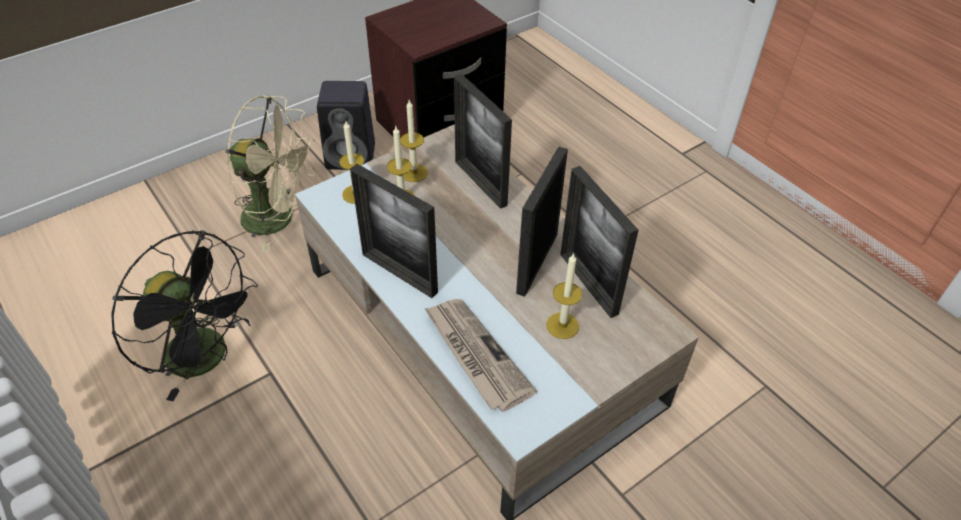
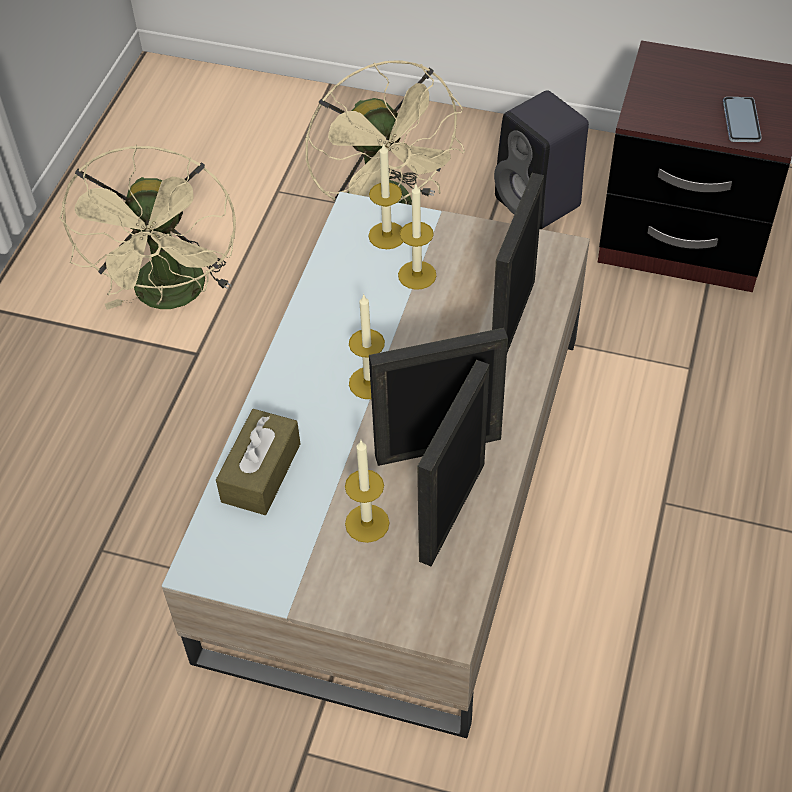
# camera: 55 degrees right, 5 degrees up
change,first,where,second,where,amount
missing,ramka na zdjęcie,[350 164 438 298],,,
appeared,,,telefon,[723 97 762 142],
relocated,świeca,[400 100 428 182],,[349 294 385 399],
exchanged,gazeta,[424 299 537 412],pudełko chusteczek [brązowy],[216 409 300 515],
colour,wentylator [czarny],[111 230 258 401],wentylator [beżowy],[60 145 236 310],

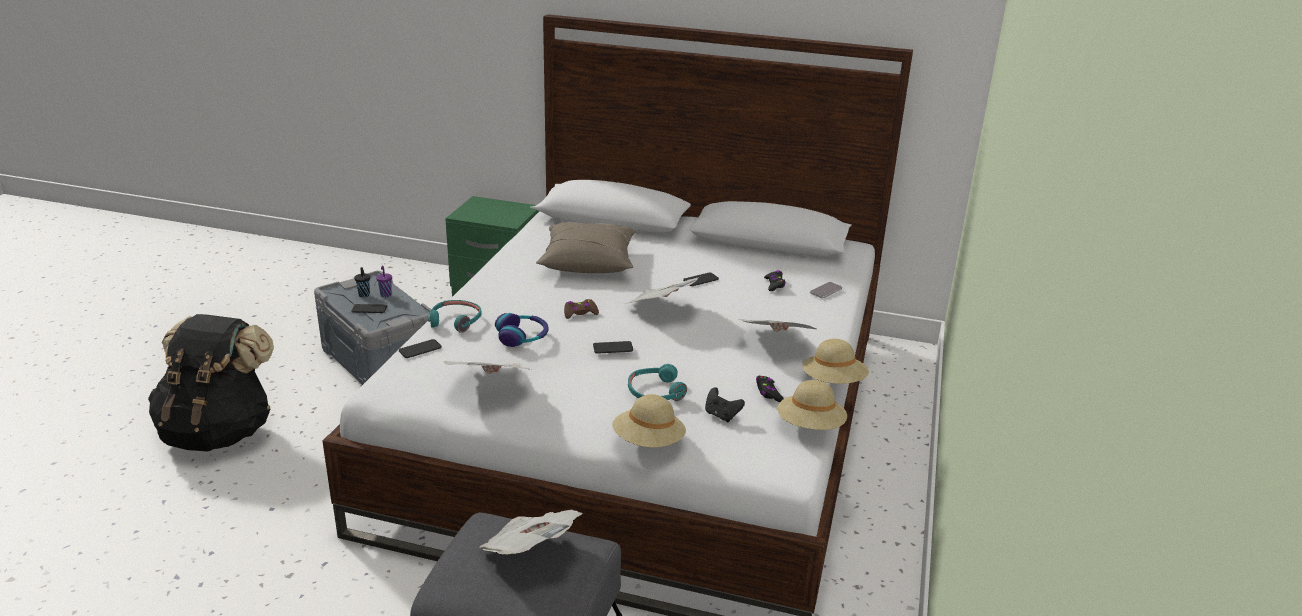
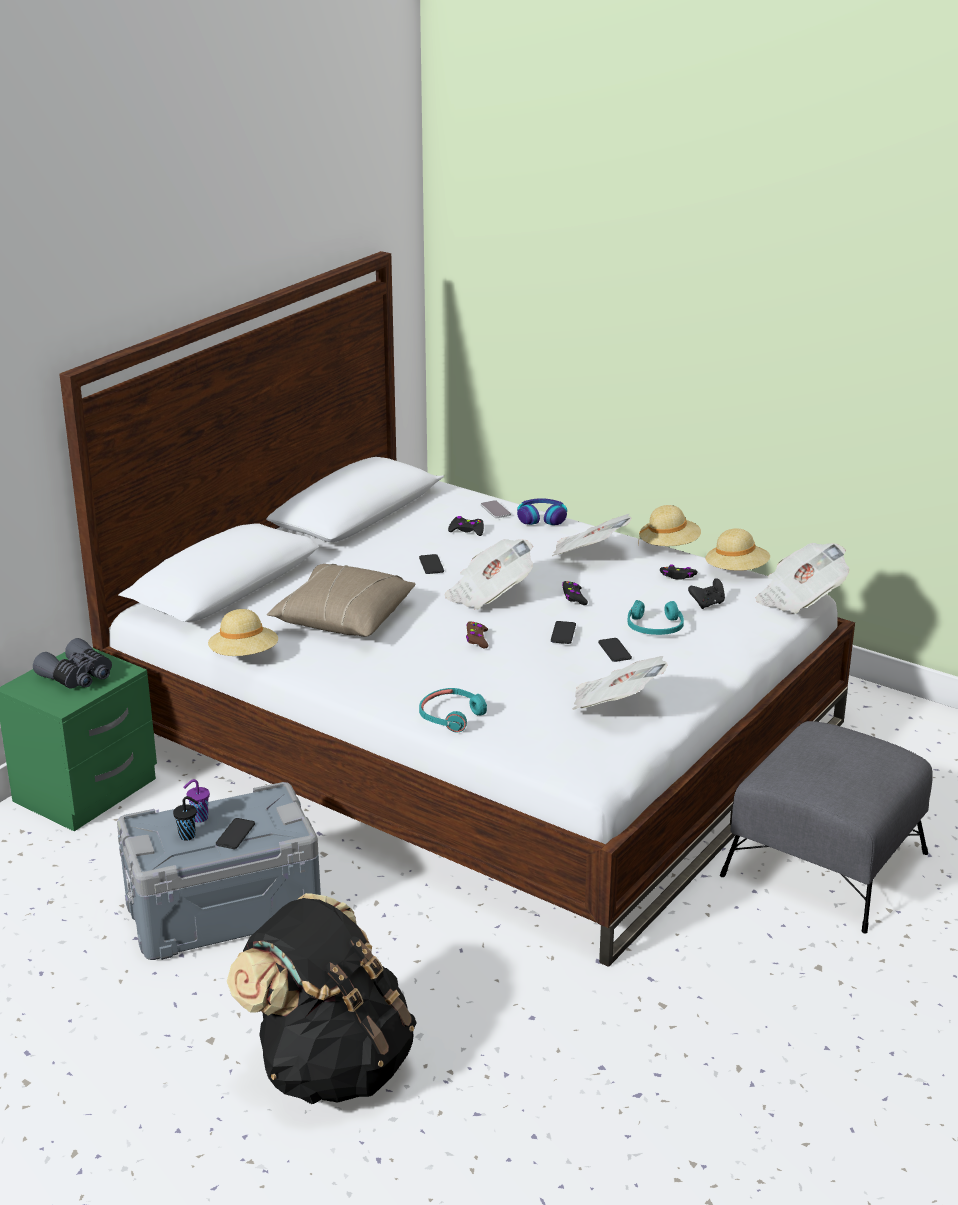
# camera: 70 degrees left, 0 degrees up
change,first,where,second,where,amount
appeared,,,lornetka [szary],[33 638 112 689],
appeared,,,pad do gier [czarny],[562 581 588 605],
relocated,telefon,[399 339 442 358],,[598 638 632 662],
relocated,gazeta,[480 510 582 554],,[756 543 849 614],
relocated,słuchawki,[495 313 549 347],,[517 498 567 525],
relocated,kapelusz [beżowy],[612 394 686 448],,[208 609 278 656],

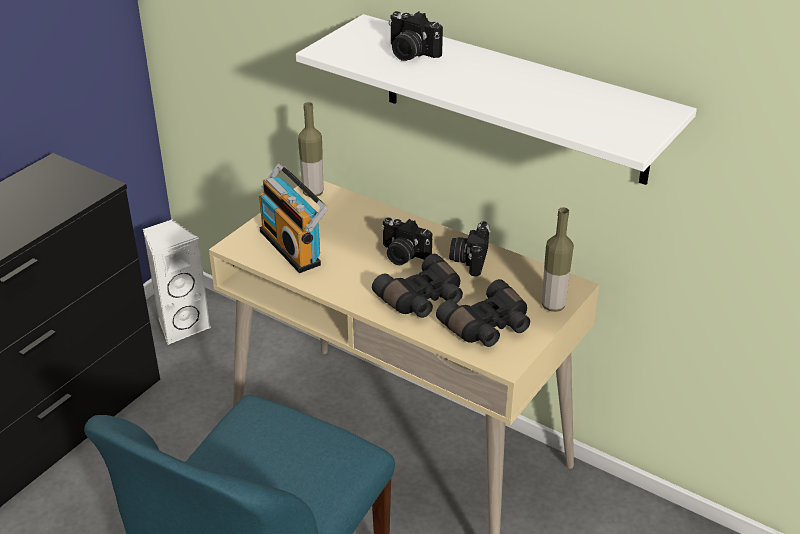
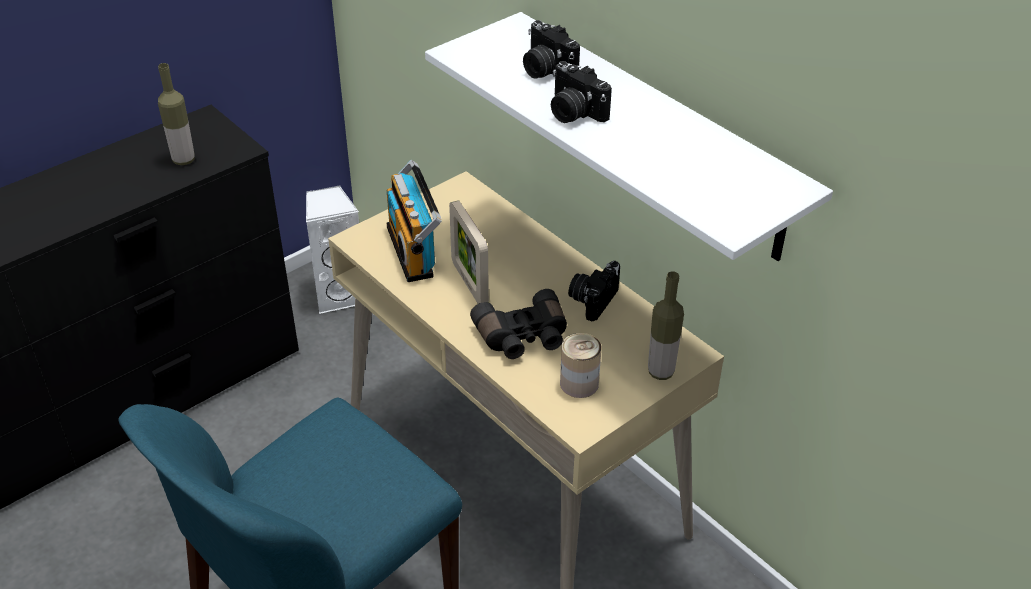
# camera: 15 degrees right, 5 degrees up
change,first,where,second,where,amount
appeared,,,ramka na zdjęcie,[449 200 489 304],
relocated,butelka,[298 102 324 197],,[158 63 195 165],
relocated,aparat fotograficzny,[381 217 432 265],,[551 61 612 123],
exchanged,lornetka [czarny],[436 279 530 347],puszka,[560 333 602 398],

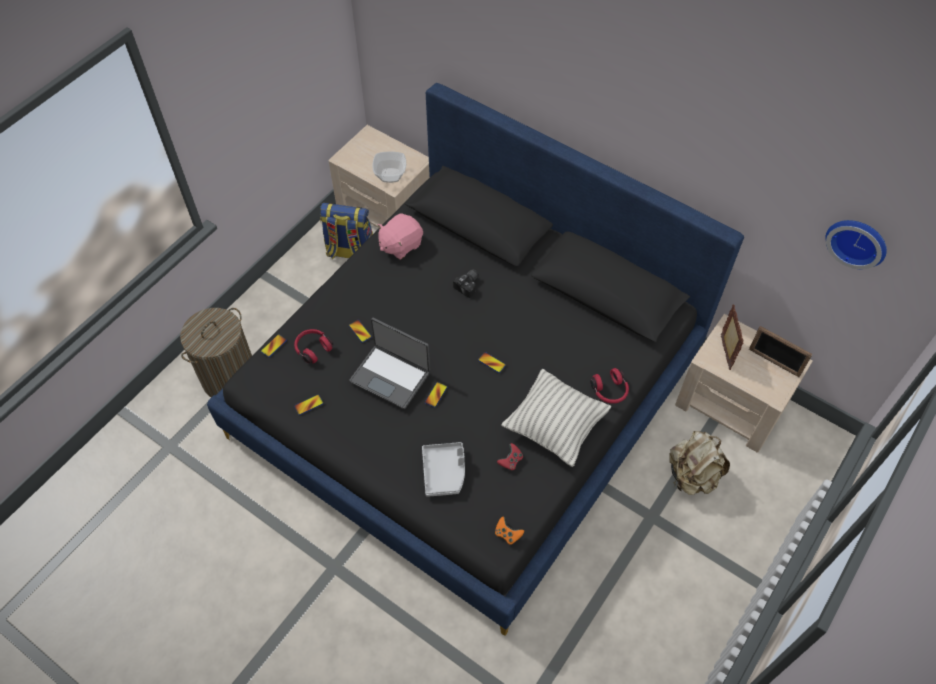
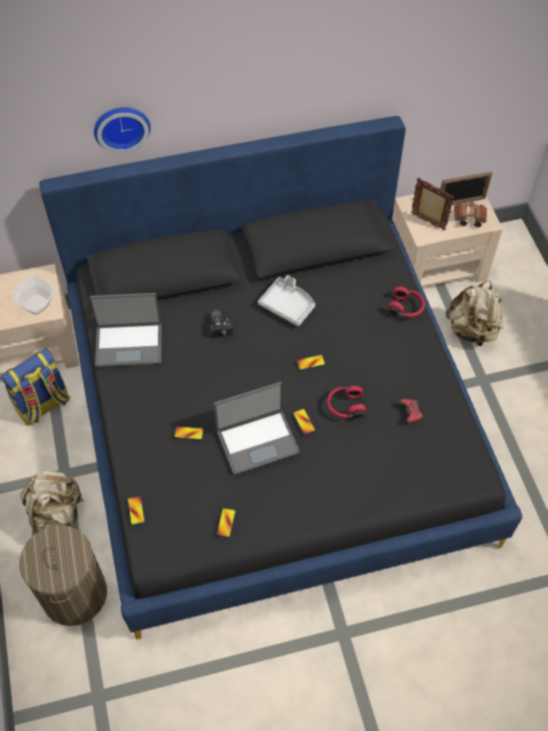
# camera: 50 degrees left, 0 degrees up
change,first,where,second,where,amount
missing,pad do gier [pomarańczowy],[495 516 524 545],,,
missing,poduszka,[501 369 611 467],,,
appeared,,,plecak [beżowy],[20 471 84 536],
appeared,,,lornetka [brązowy],[454 201 487 228],
relocated,słuchawki [czerwony],[294 329 333 364],,[327 384 366 419],
relocated,taca [szary],[422 442 465 497],,[258 275 315 326],
relocated,zegar ścienny,[825 220 887 269],,[94 107 151 153],
exchanged,pluszak [różowy],[378 214 423 260],laptop,[89 293 162 367],

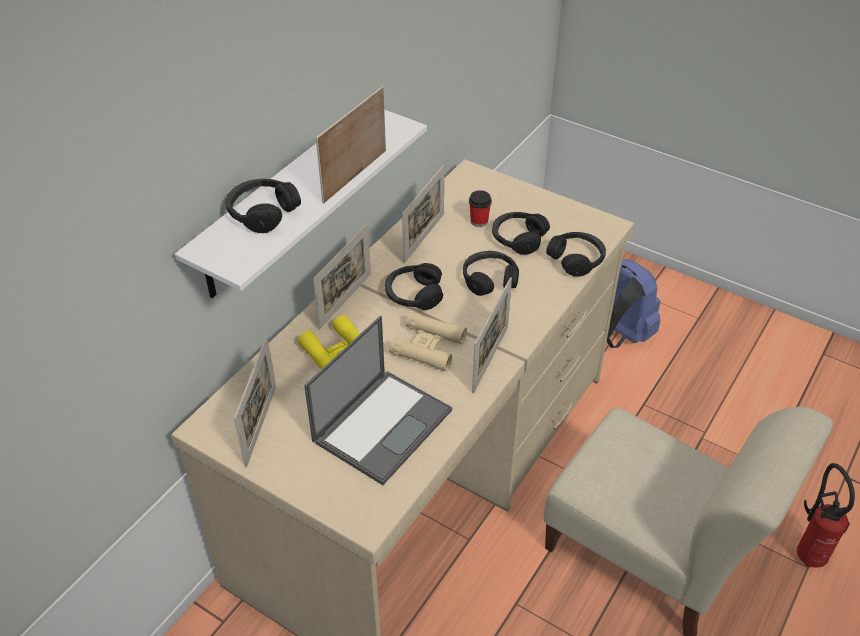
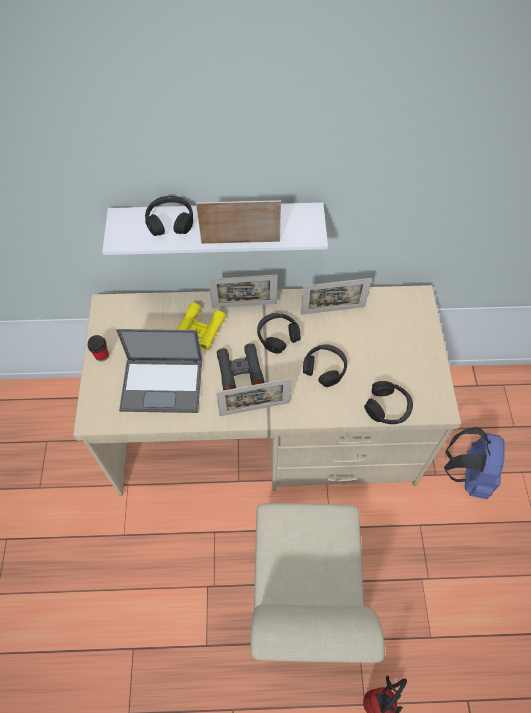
# camera: 55 degrees right, 15 degrees up
change,first,where,second,where,amount
missing,ramka na zdjęcie,[234 337 276 467],,,
missing,słuchawki [czarny],[492 212 550 255],,,
relocated,filiżanka,[469 190 492 227],,[87 335 109 362],
colour,lornetka [beżowy],[389 312 467 372],lornetka [czarny],[217 343 265 390],

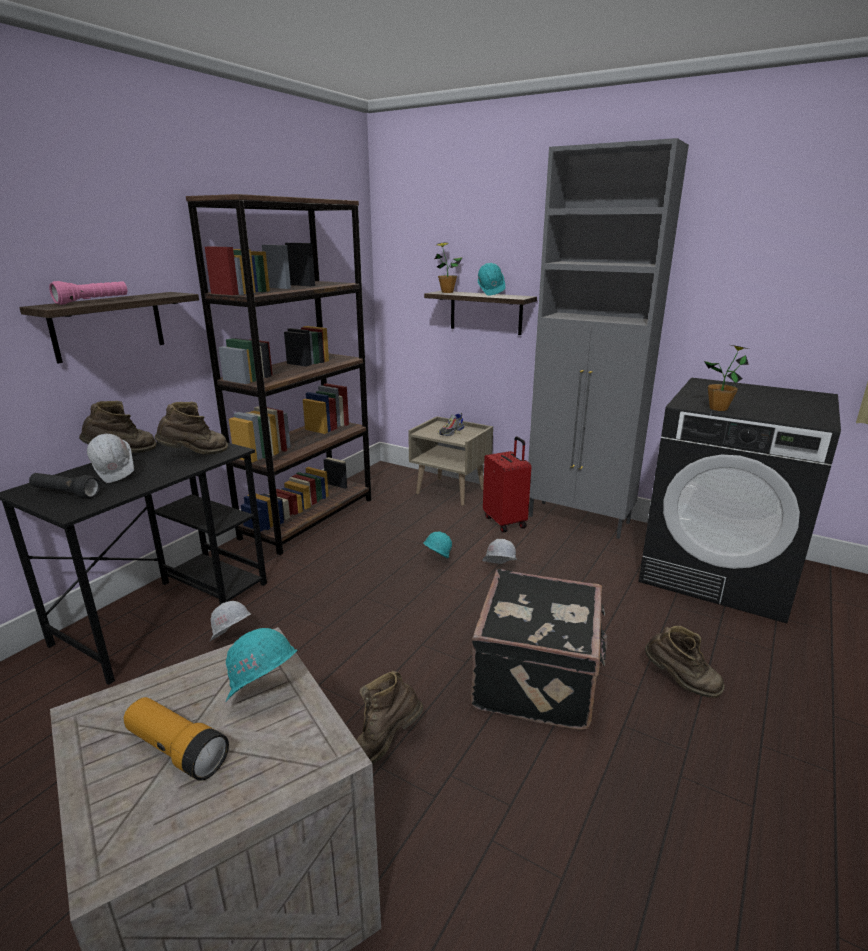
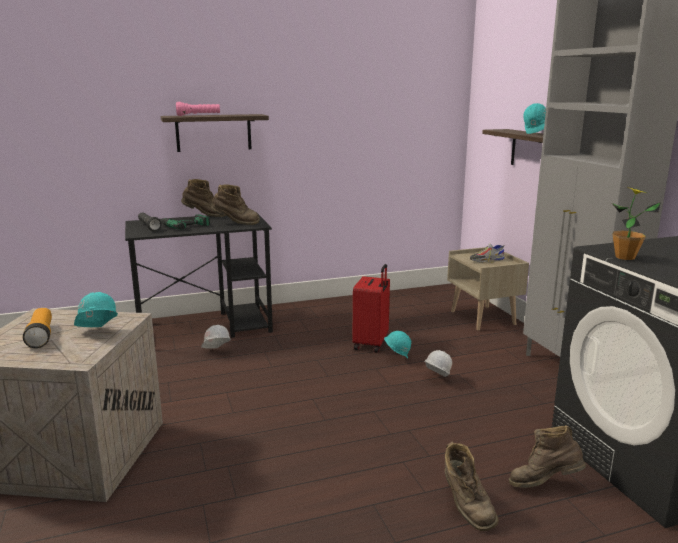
# camera: 40 degrees right, 5 degrees down
change,first,where,second,where,amount
missing,regał [brązowy],[186 194 371 555],,,
missing,roślina doniczkowa,[435 242 463 293],,,
missing,walizka [czarny],[470 569 607 730],,,
relocated,but z cholewką [brązowy],[356 671 423 765],,[509 425 586 488],
relocated,walizka [czerwony],[483 437 531 532],,[352 264 390 353],
exchanged,kask [biały],[87 434 134 483],wiertarka,[161 214 210 230],

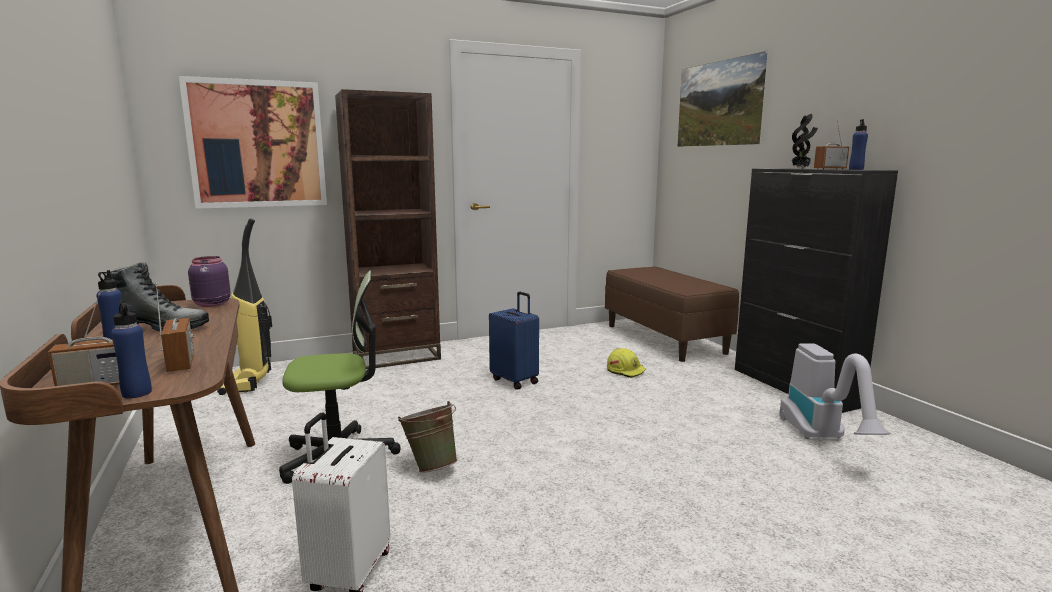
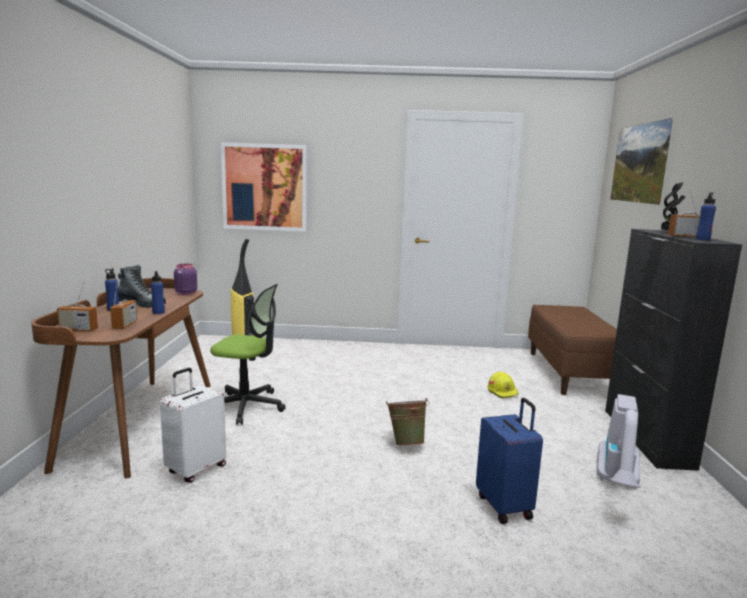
# camera: 25 degrees right, 0 degrees up
change,first,where,second,where,amount
missing,regał [brązowy],[335 89 441 369],,,
relocated,butelka [niebieski],[111 301 152 399],,[151 271 165 314],
relocated,wiadro [zielony],[398 401 458 473],,[386 398 429 446],
relocated,walizka [niebieski],[489 292 539 390],,[476 398 543 524],

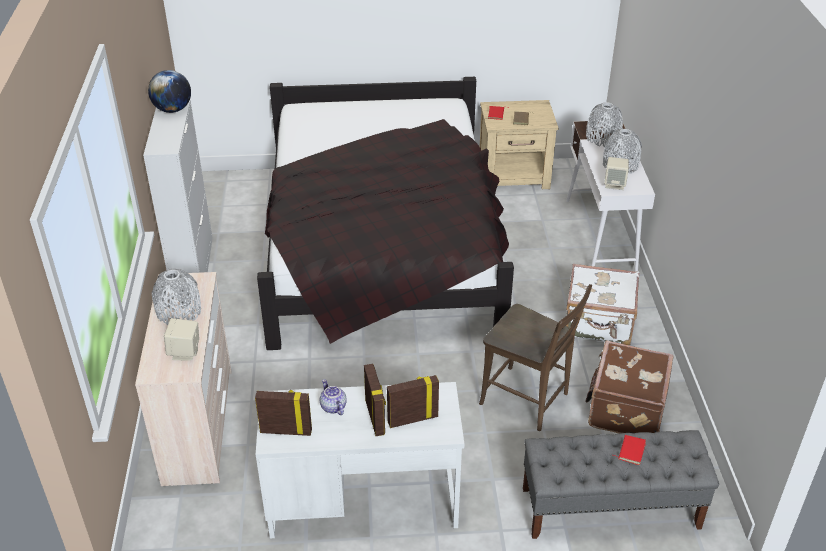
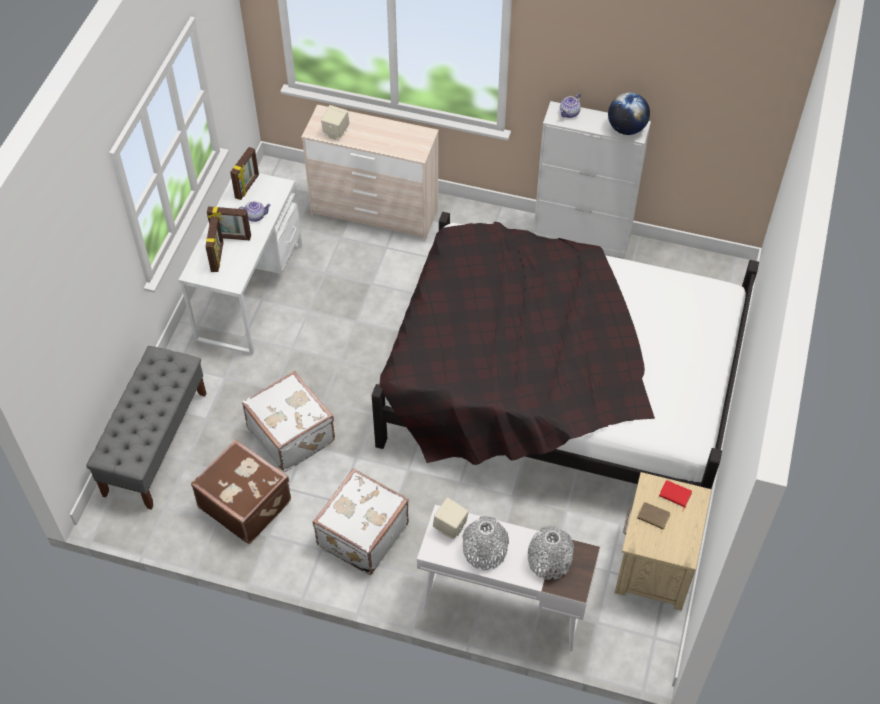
# camera: 110 degrees right, 15 degrees up
change,first,where,second,where,amount
missing,wazon [szary],[152 269 201 325],,,
missing,książka [czerwony],[614 435 646 465],,,
appeared,,,imbryk,[560 93 581 118],
exchanged,krzesło [brązowy],[479 284 592 431],walizka [biały],[242 371 335 472],

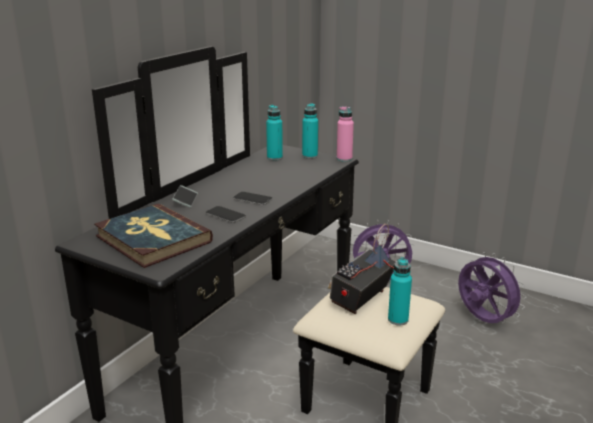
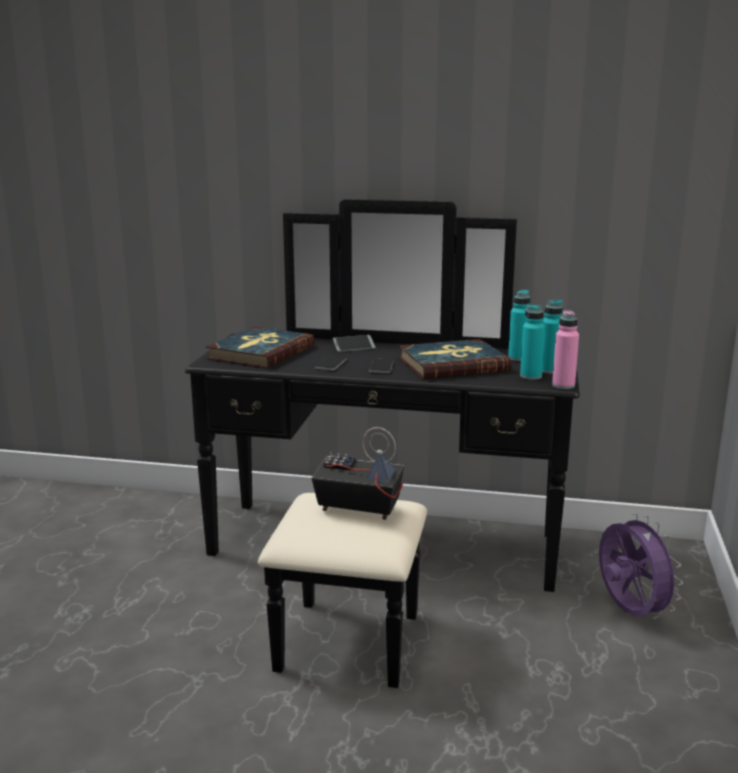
# camera: 70 degrees right, 5 degrees down
change,first,where,second,where,amount
missing,wentylator [fioletowy],[458 252 527 323],,,
appeared,,,książka,[399 339 511 379],
relocated,butelka [turkusowy],[388 257 412 325],,[520 305 545 380],

